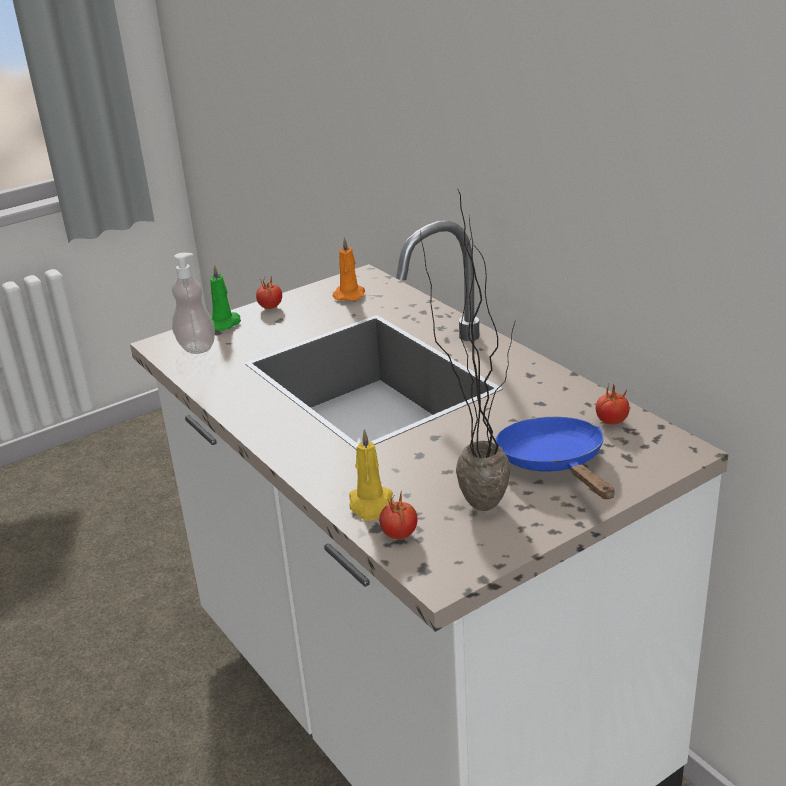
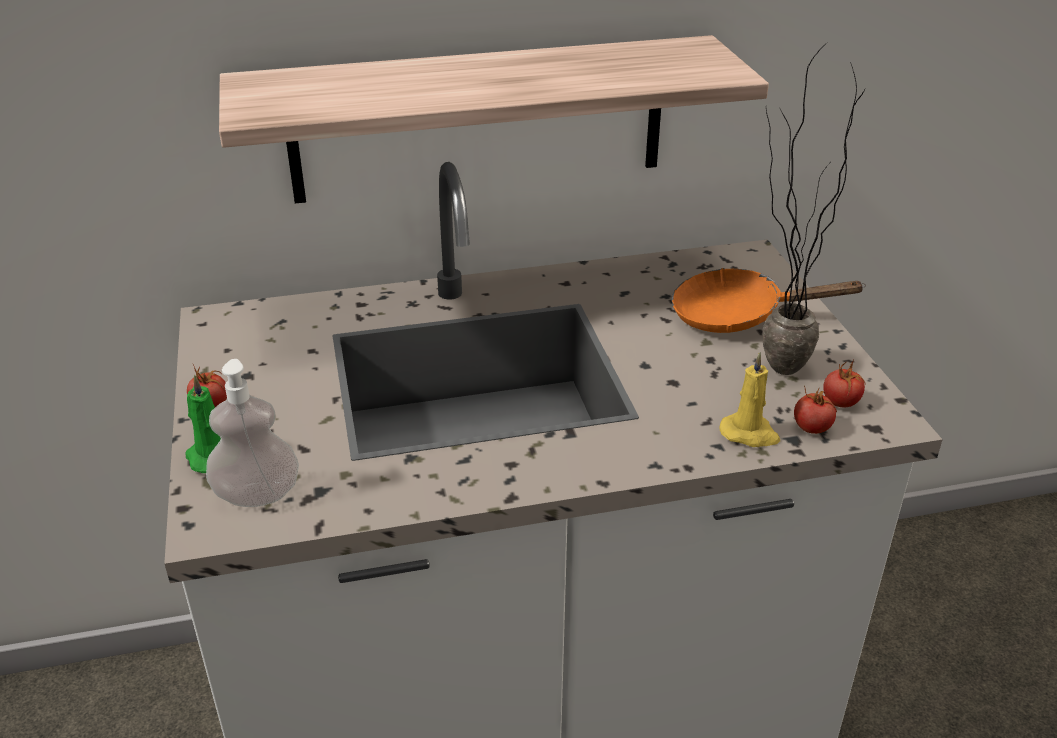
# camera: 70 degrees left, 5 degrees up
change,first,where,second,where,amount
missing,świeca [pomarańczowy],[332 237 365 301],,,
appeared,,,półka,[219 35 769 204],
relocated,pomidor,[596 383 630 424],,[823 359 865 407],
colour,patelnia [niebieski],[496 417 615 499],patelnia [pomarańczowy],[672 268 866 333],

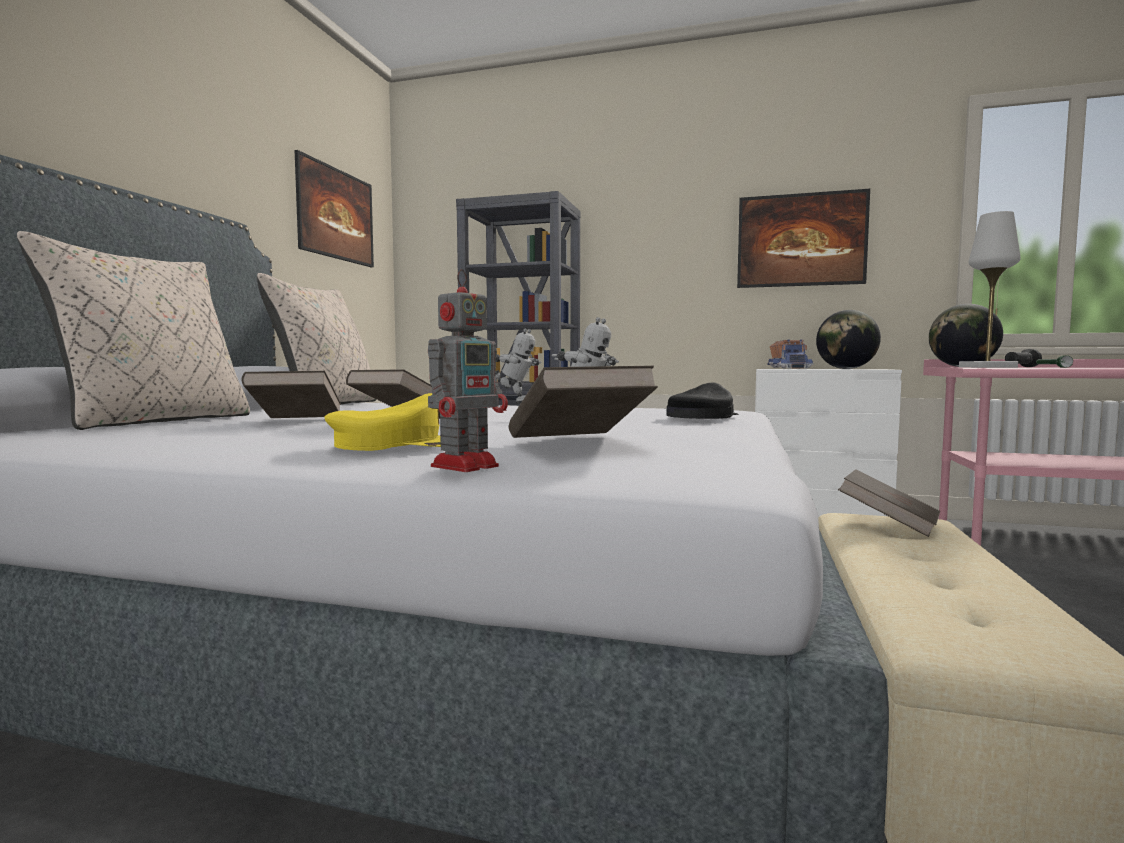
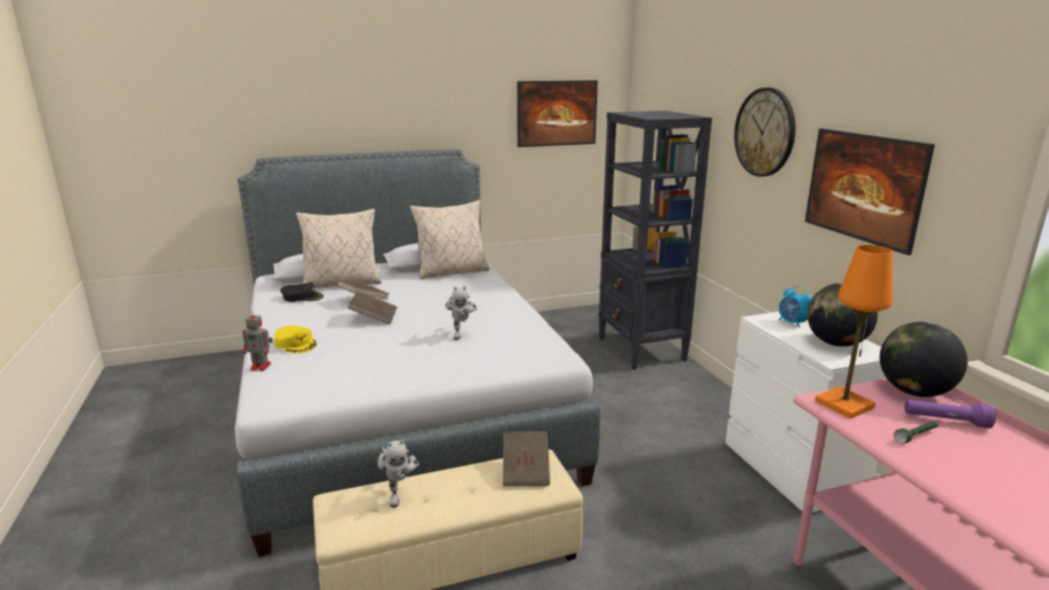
# camera: 55 degrees right, 15 degrees up
change,first,where,second,where,amount
missing,książka [brązowy],[509 366 658 438],,,
appeared,,,zegar ścienny,[734 88 796 177],
relocated,robot zabawkowy,[496 328 542 404],,[377 440 420 508],
relocated,czapka z daszkiem [czarny],[667 383 738 419],,[280 282 324 302],
exchanged,ciężarówka zabawkowa,[768 339 814 369],budzik,[779 286 813 328],
colour,lampa stołowa [biały],[959 211 1021 368],lampa stołowa [pomarańczowy],[815 245 893 419],
colour,latarka [czarny],[1005 349 1042 367],latarka [fioletowy],[904 399 996 428],

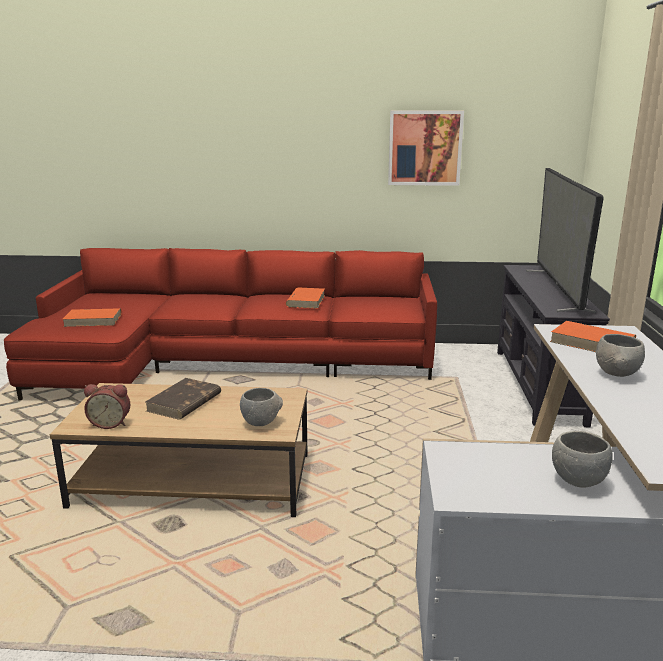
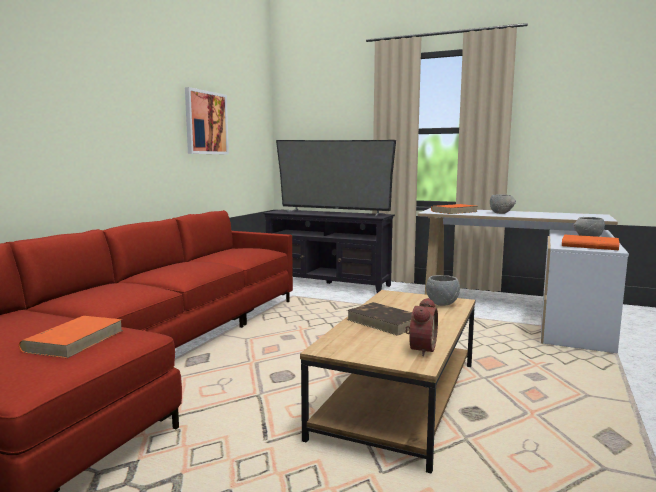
# camera: 70 degrees left, 10 degrees down
change,first,where,second,where,amount
relocated,książka [pomarańczowy],[286 287 325 309],,[562 235 619 250],

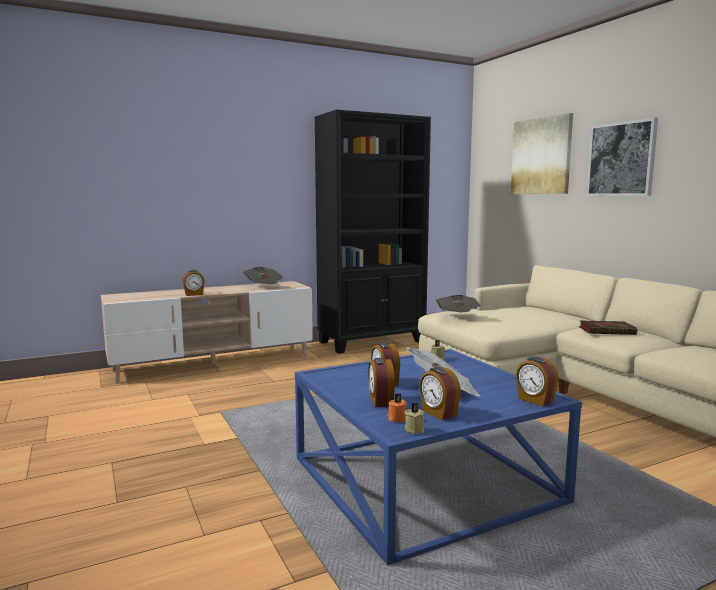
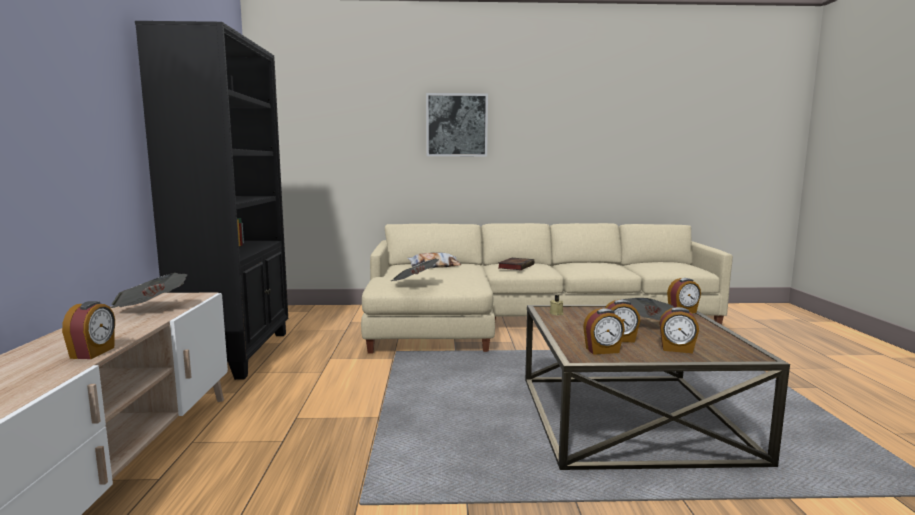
# camera: 65 degrees left, 0 degrees up
change,first,where,second,where,amount
missing,świeca [pomarańczowy],[387 393 407 422],,,
missing,świeca [beżowy],[405 403 425 434],,,
missing,obraz,[511 113 573 194],,,
appeared,,,poduszka,[407 252 461 268],
relocated,budzik,[419 367 461 420],,[583 308 625 355],
colour,ława [niebieski],[295 349 582 565],ława [brązowy],[525 305 790 470],

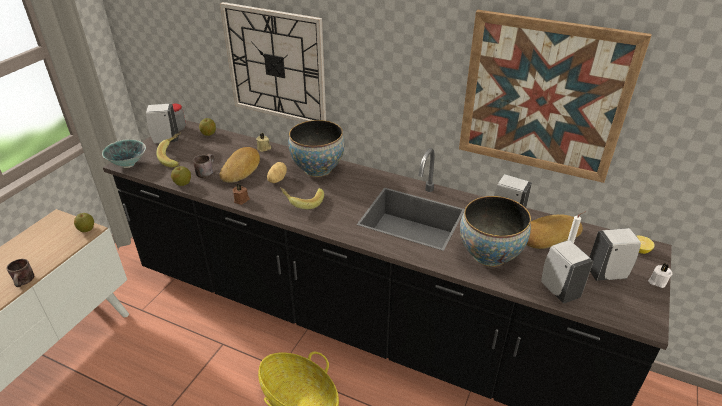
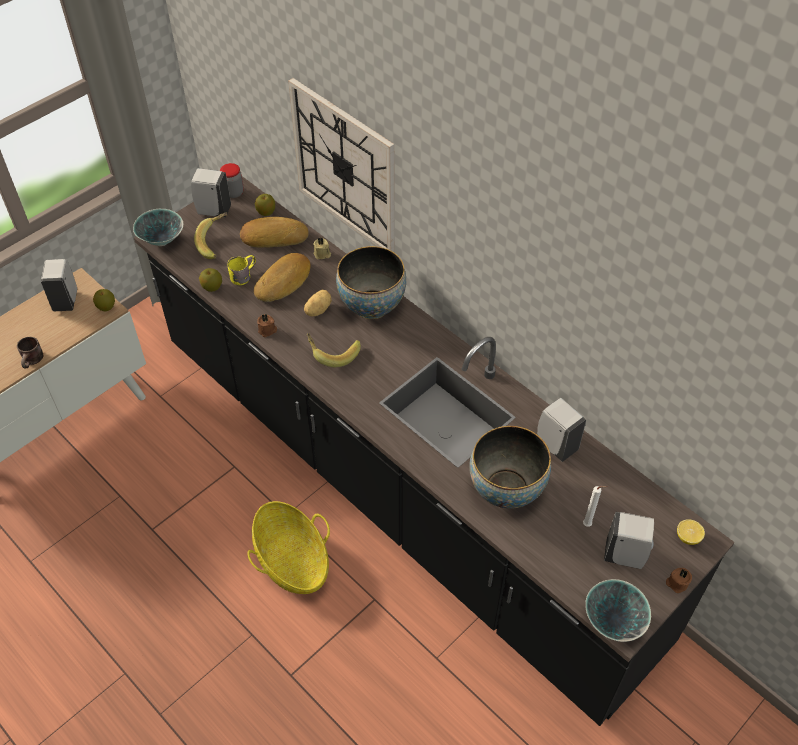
# camera: 20 degrees right, 15 degrees up
change,first,where,second,where,amount
missing,obraz,[459 10 652 183],,,
appeared,,,miska,[585 579 651 642],
relocated,chleb,[526 215 583 249],,[240 217 309 248],
relocated,dozownik mydła [biały],[541 240 593 304],,[41 259 77 311],
colour,kubek [brązowy],[193 154 214 178],kubek [żółty],[227 255 256 285],
colour,świeca [biały],[648 263 672 288],świeca [brązowy],[666 568 692 593],

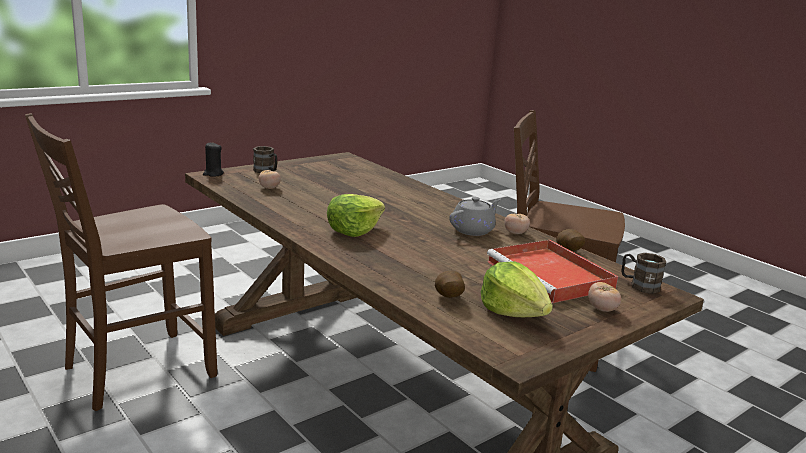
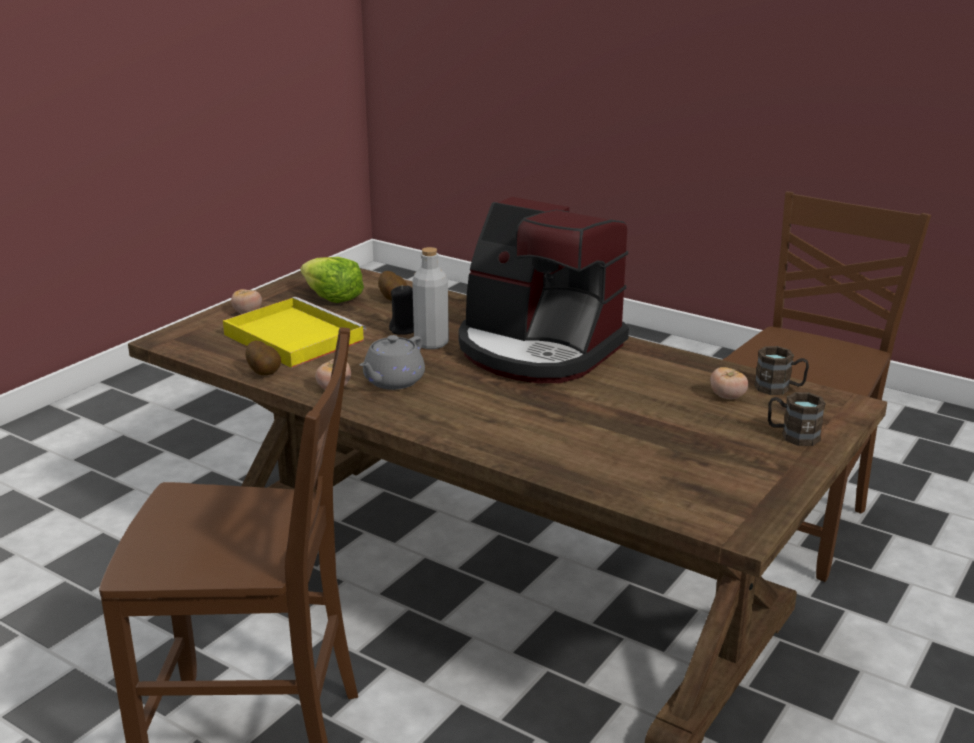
# camera: 165 degrees right, 5 degrees up
change,first,where,second,where,amount
appeared,,,butelka [szary],[412 247 449 349],
relocated,świeca [czarny],[203 143 224 177],,[389 285 414 335],
relocated,kubek [brązowy],[621 253 666 294],,[754 346 809 395],
exchanged,sałata,[327 194 385 237],ekspres do kawy,[458 197 629 383],
colour,taca [czerwony],[487 240 618 303],taca [żółty],[223 297 366 368],

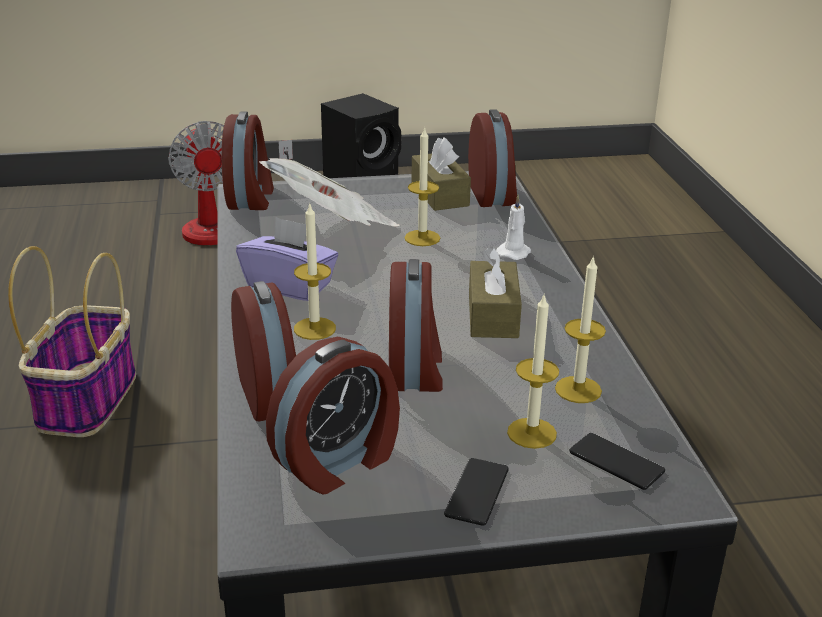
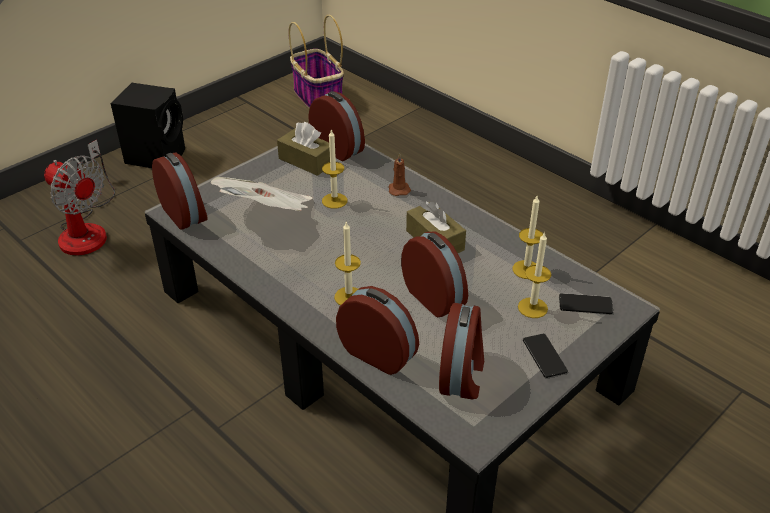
# camera: 35 degrees left, 10 degrees up
change,first,where,second,where,amount
missing,pudełko chusteczek [fioletowy],[236 217 338 301],,,
relocated,koszyk,[8 246 136 437],,[289 15 344 109],
colour,świeca [biały],[496 195 531 260],świeca [brązowy],[388 153 411 196],

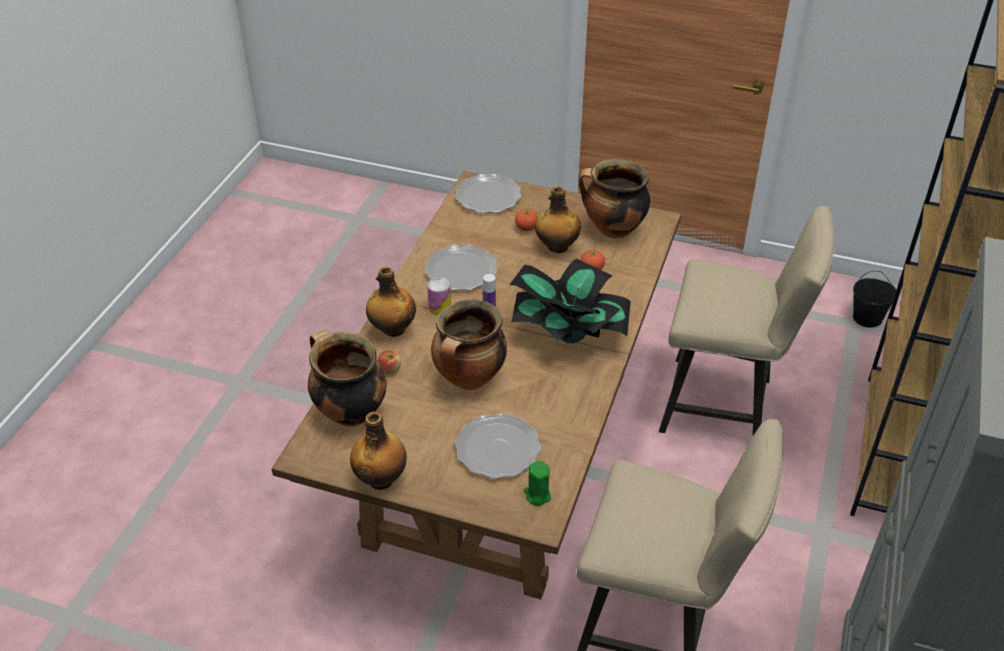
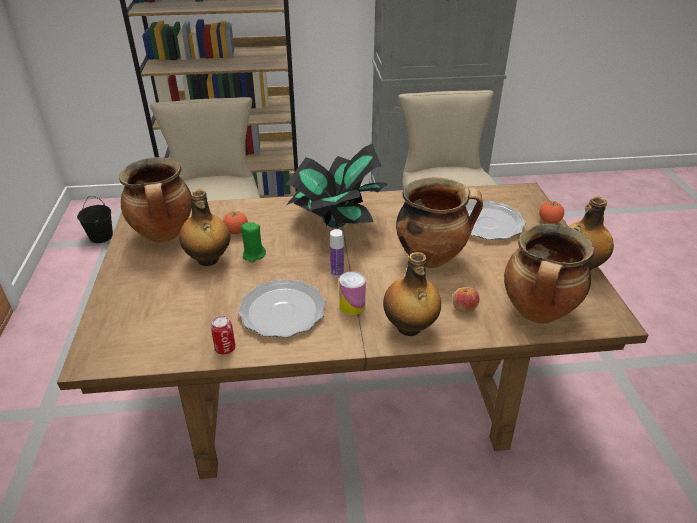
# camera: 115 degrees left, 5 degrees down
change,first,where,second,where,amount
missing,talerz,[455 174 522 213],,,
appeared,,,puszka,[211 316 236 355],
relocated,pomidor,[515 209 538 231],,[539 201 564 224],
relocated,świeca [zielony],[524 461 551 506],,[241 222 266 263],

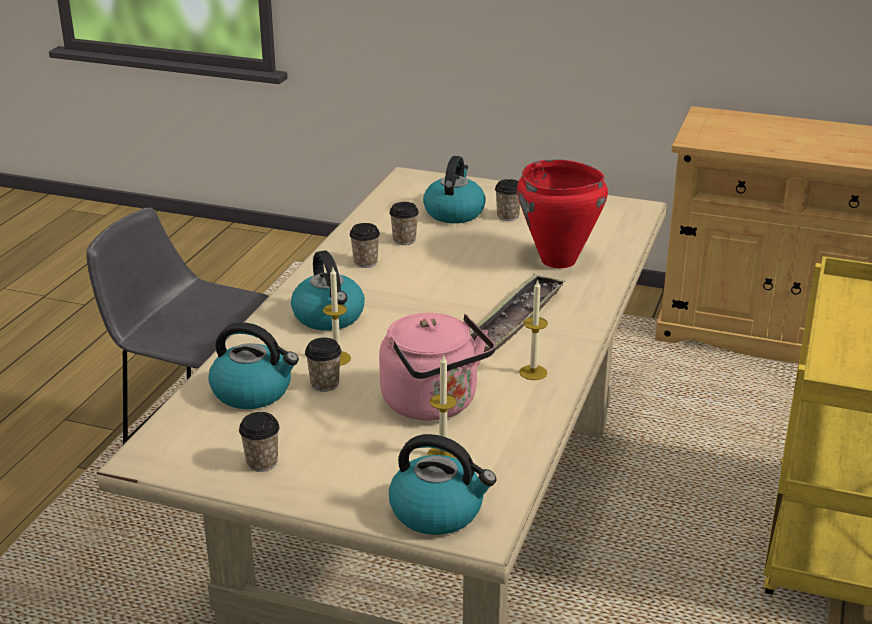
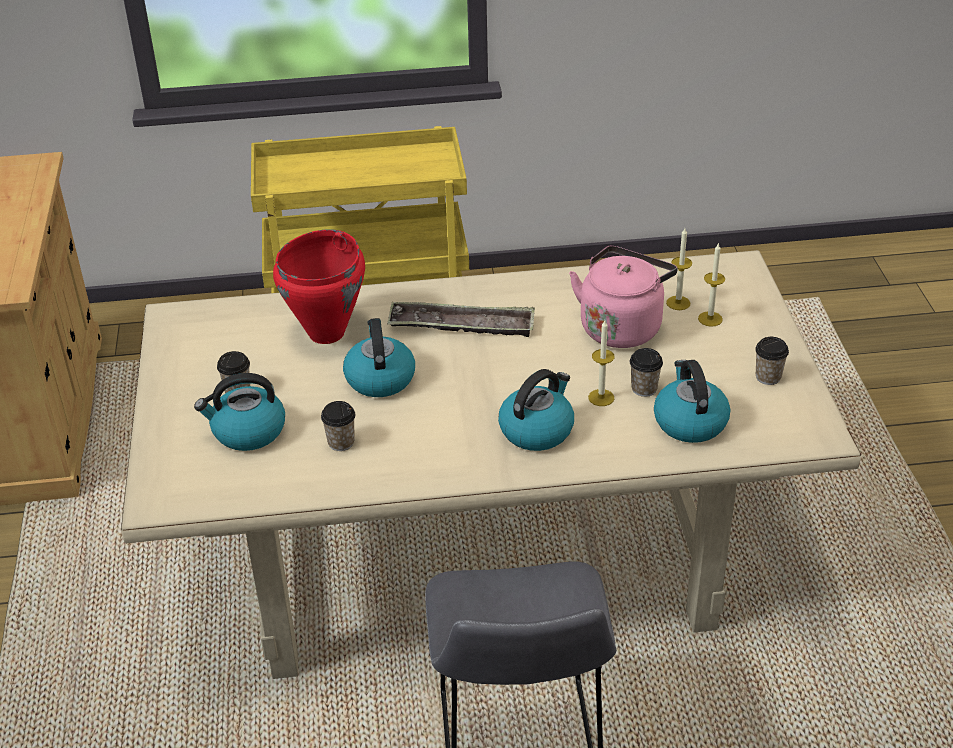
# camera: 115 degrees left, 10 degrees up
change,first,where,second,where,amount
missing,filiżanka,[349 223 380 268],,,
relocated,czajnik,[389 434 496 535],,[343 318 415 397],
relocated,świeca,[519 279 548 380],,[698 244 725 327],

